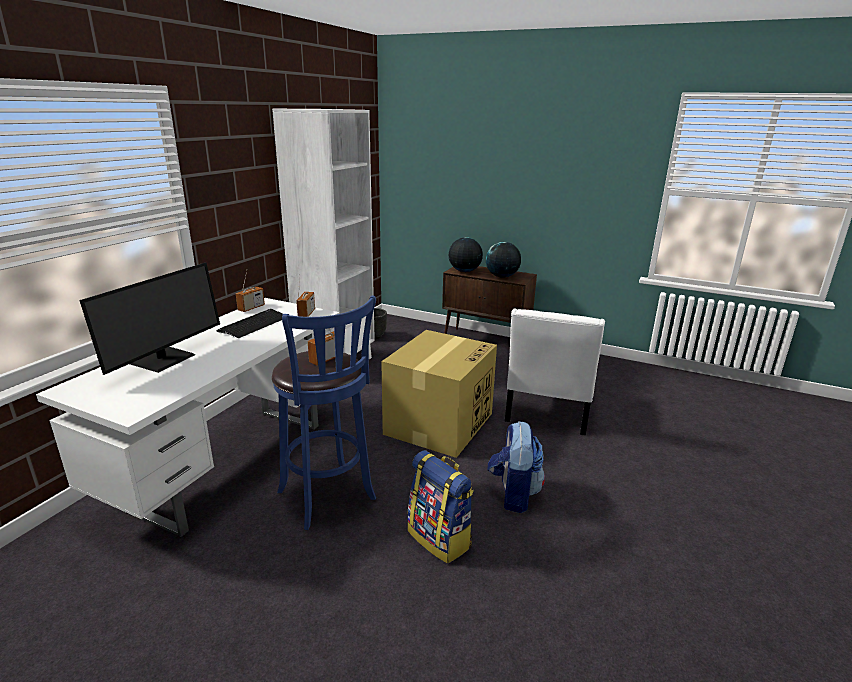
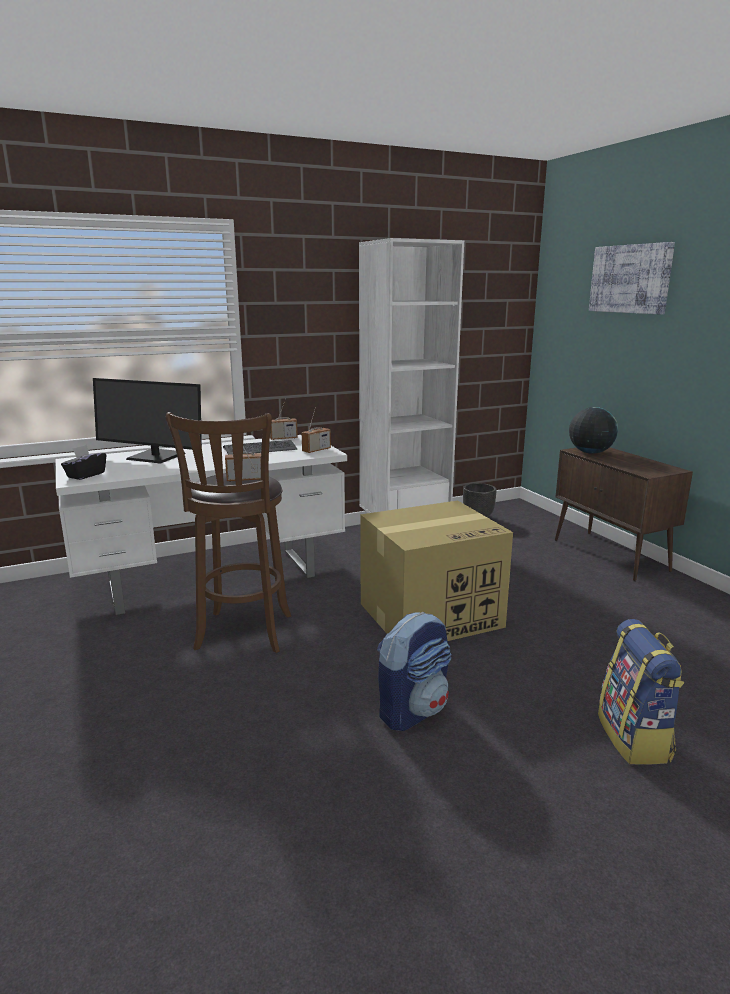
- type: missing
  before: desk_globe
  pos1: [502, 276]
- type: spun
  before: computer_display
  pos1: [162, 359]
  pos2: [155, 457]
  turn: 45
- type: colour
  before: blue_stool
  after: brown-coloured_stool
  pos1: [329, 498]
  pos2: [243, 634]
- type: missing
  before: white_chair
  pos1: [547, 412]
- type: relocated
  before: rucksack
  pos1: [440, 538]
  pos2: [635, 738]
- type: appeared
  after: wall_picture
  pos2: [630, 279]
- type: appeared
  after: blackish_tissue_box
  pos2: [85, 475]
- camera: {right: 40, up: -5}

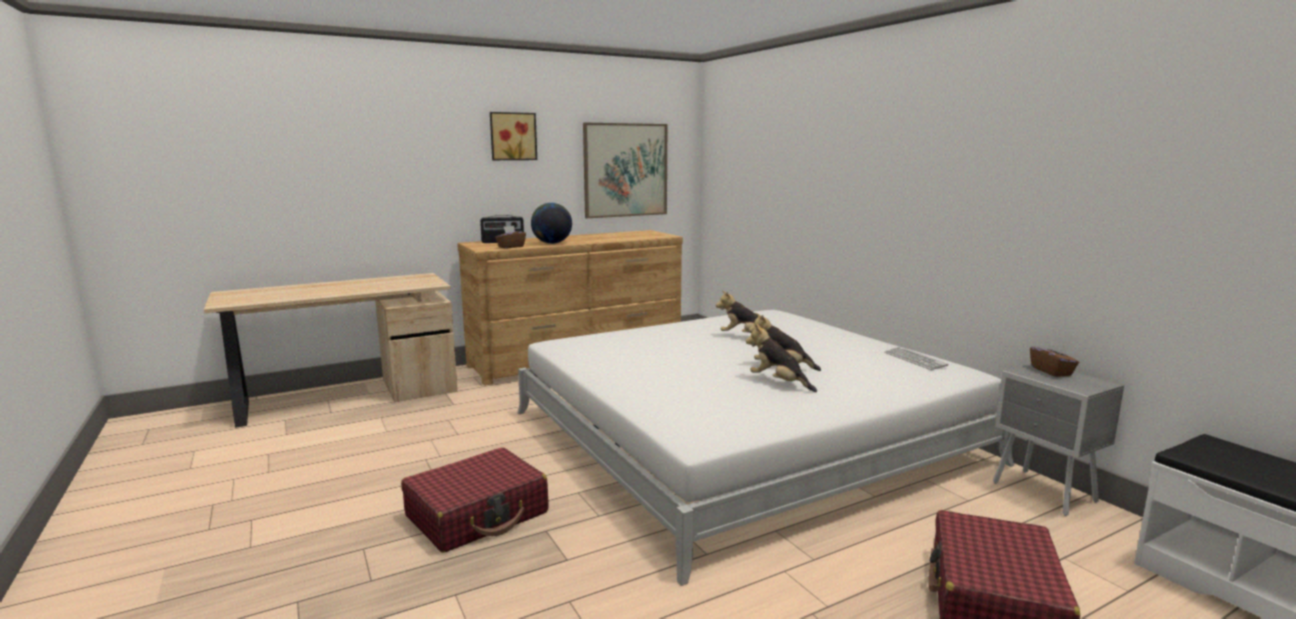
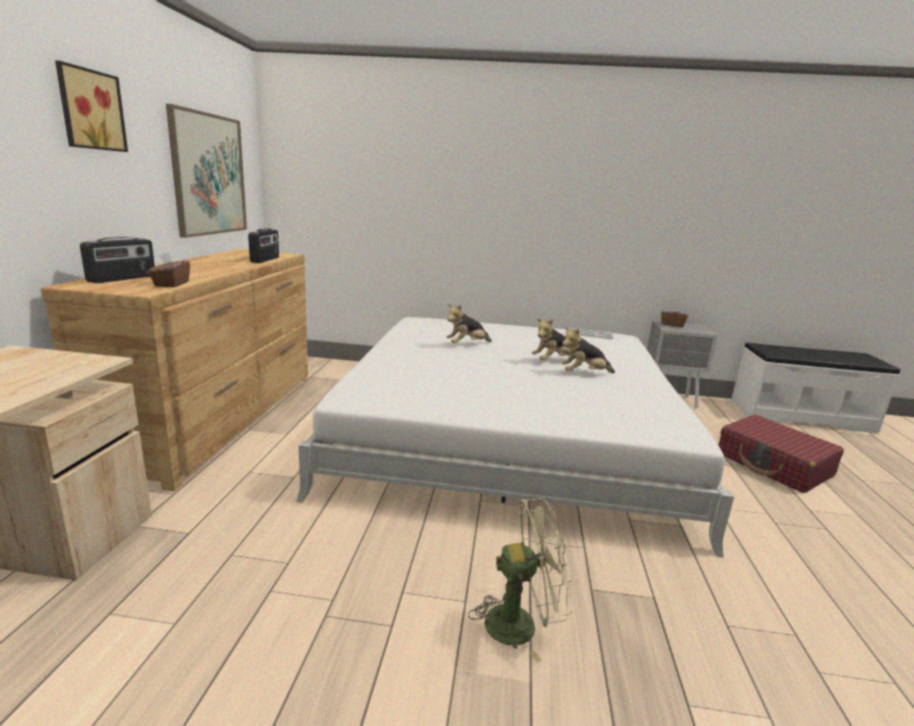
- type: missing
  before: desk_globe
  pos1: [552, 243]
- type: exchanged
  before: reddish_piece_of_luggage
  after: green-coloured_cooling_fan
  pos1: [478, 514]
  pos2: [521, 623]
- type: appeared
  after: radio_set
  pos2: [265, 260]
- camera: {right: -55, up: 5}

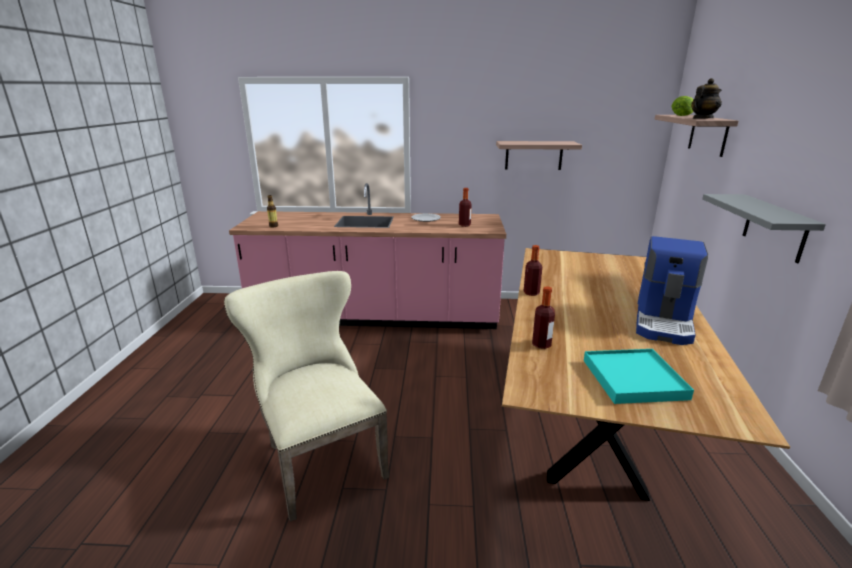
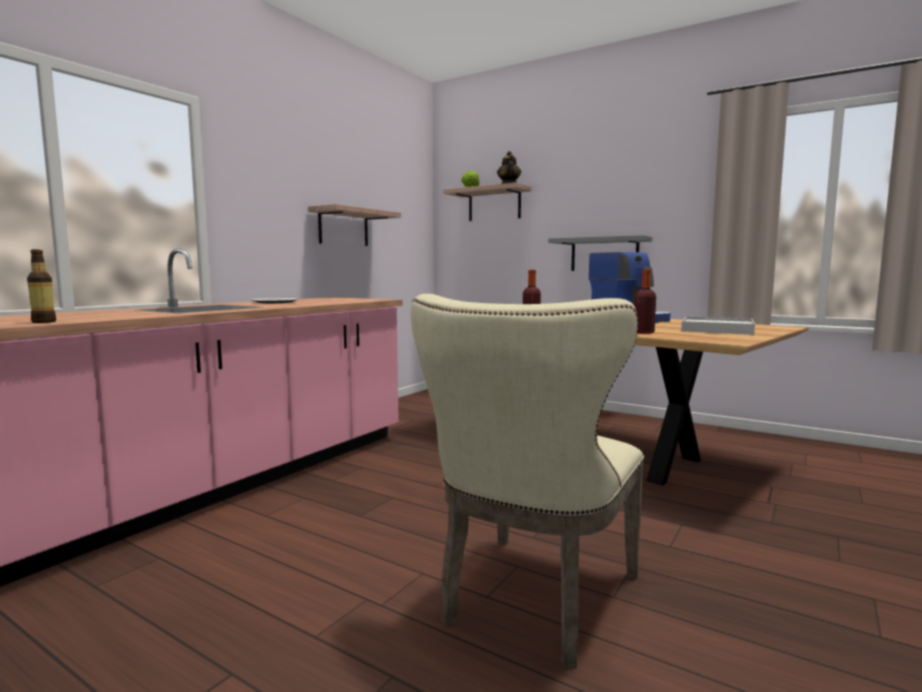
- type: missing
  before: beverage_bottle
  pos1: [464, 225]
- type: spun
  before: sand-coloured_chair
  pos1: [319, 457]
  pos2: [533, 602]
  turn: -60
- type: colour
  before: turquoise-coloured_tray
  after: white_tray
  pos1: [633, 379]
  pos2: [717, 329]
- camera: {right: -60, up: -15}

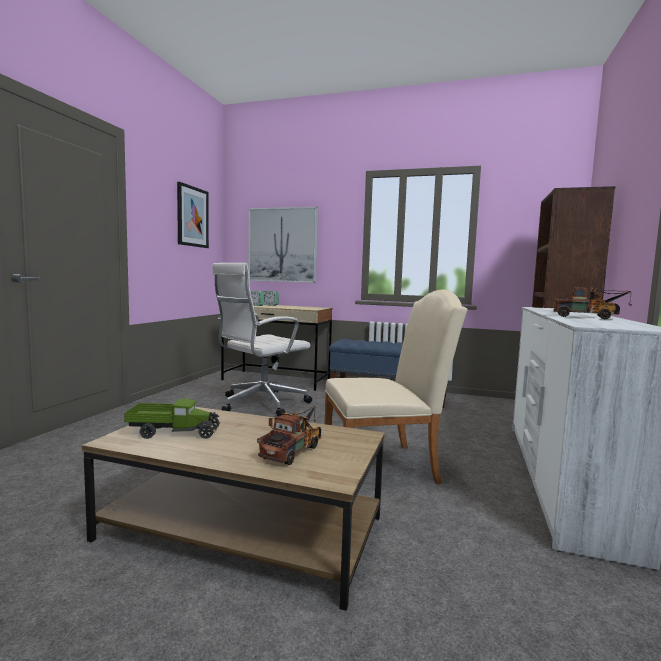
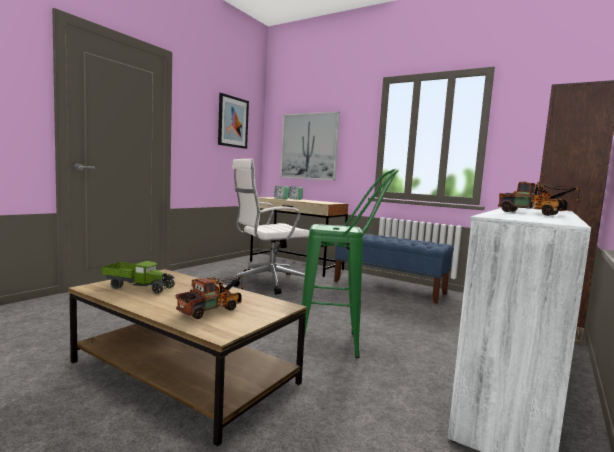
- type: exchanged
  before: sand-coloured_chair
  after: green-coloured_stool
  pos1: [386, 465]
  pos2: [340, 344]
- camera: {right: 15, up: 0}

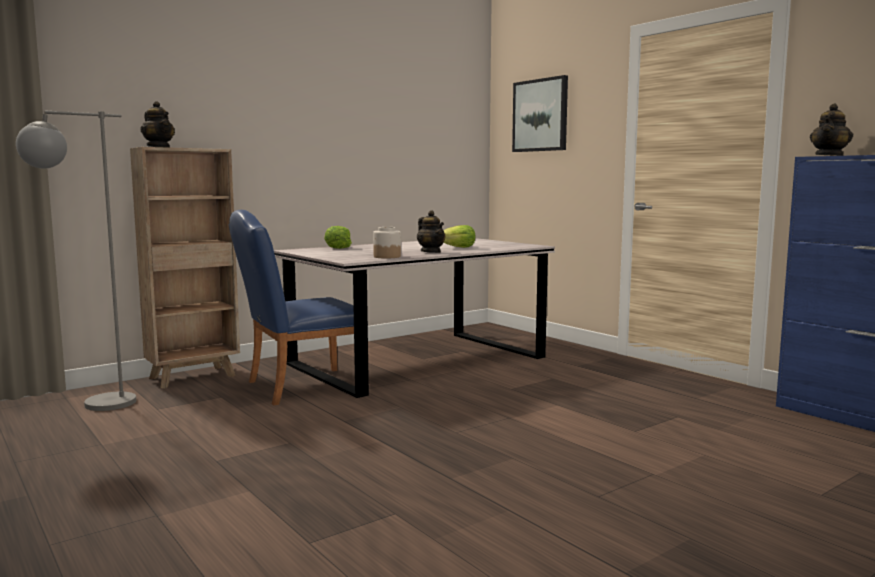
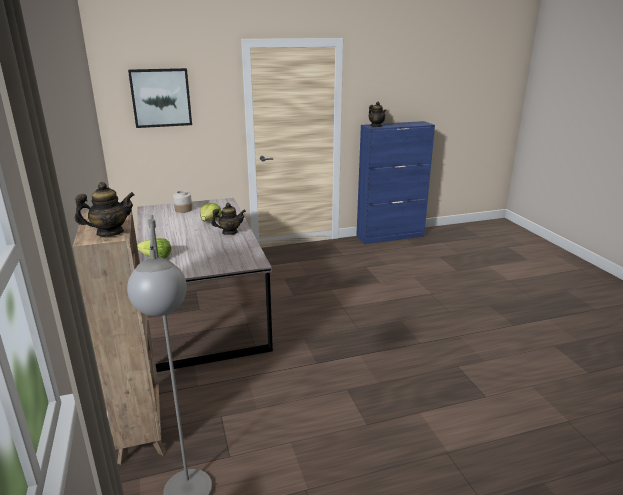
- type: missing
  before: blue_chair
  pos1: [298, 387]
- type: relocated
  before: storage_jar
  pos1: [387, 257]
  pos2: [183, 209]
- camera: {right: -70, up: 15}

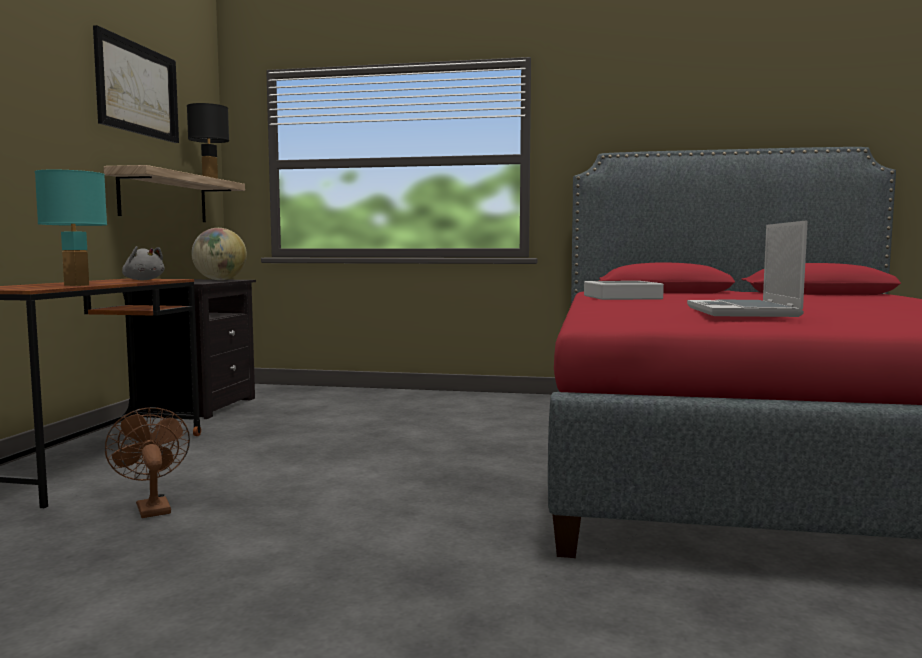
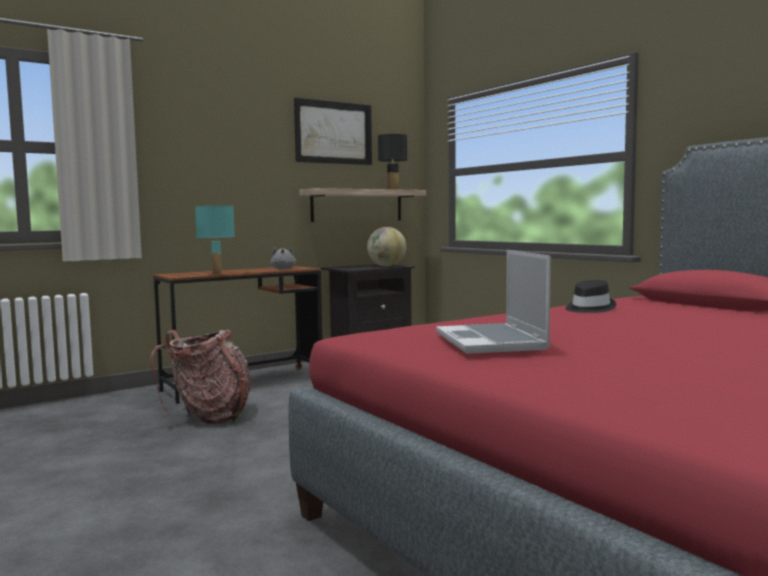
- type: spun
  before: portable_computer
  pos1: [743, 312]
  pos2: [492, 341]
  turn: -60
- type: exchanged
  before: greyish_tray
  after: blackish_wearable_hat
  pos1: [622, 297]
  pos2: [589, 309]
- type: exchanged
  before: brown-coloured_cooling_fan
  after: rucksack
  pos1: [151, 507]
  pos2: [210, 416]
- camera: {right: 45, up: 0}

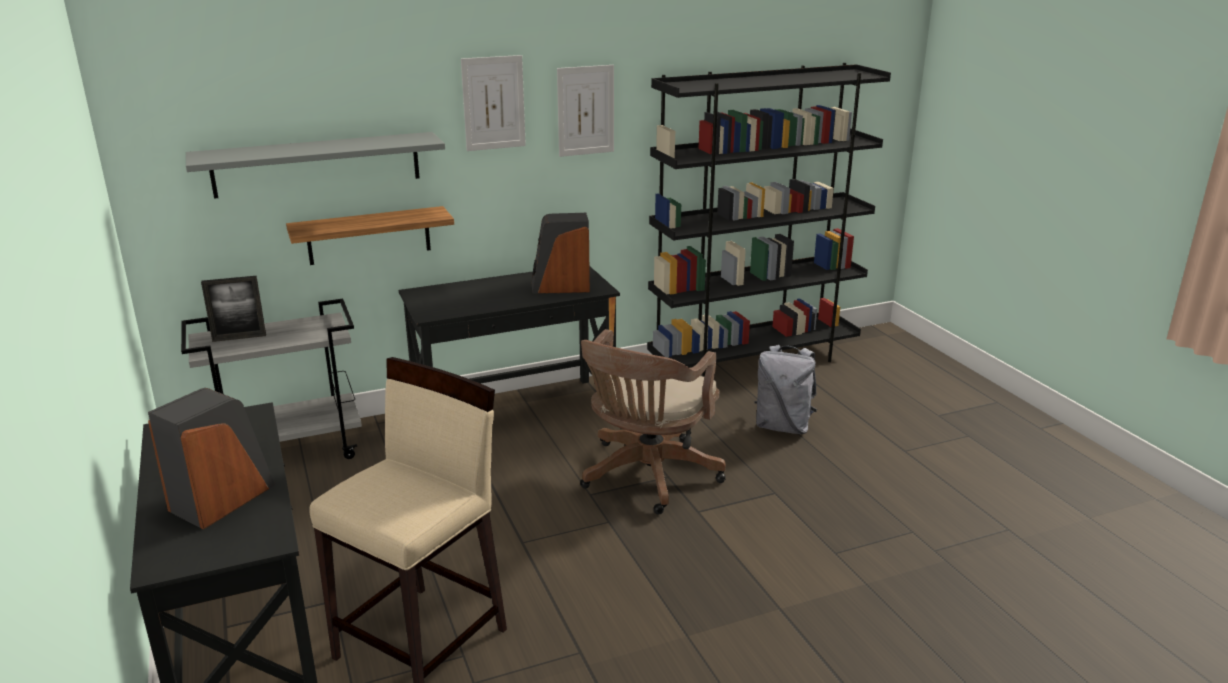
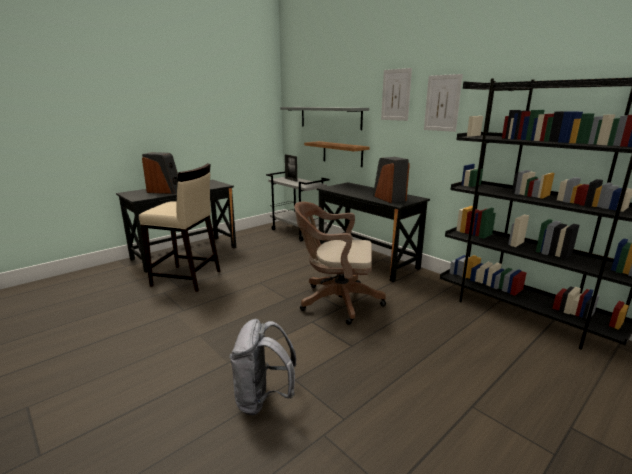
- type: relocated
  before: greyish_rucksack
  pos1: [783, 426]
  pos2: [263, 399]
- camera: {right: 70, up: -5}

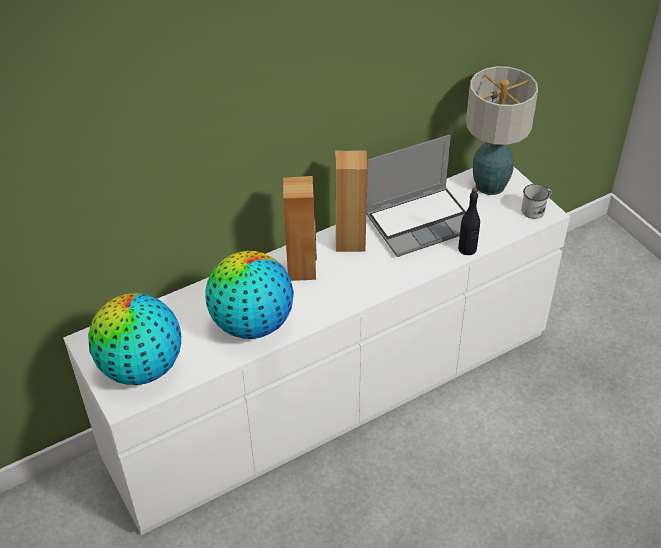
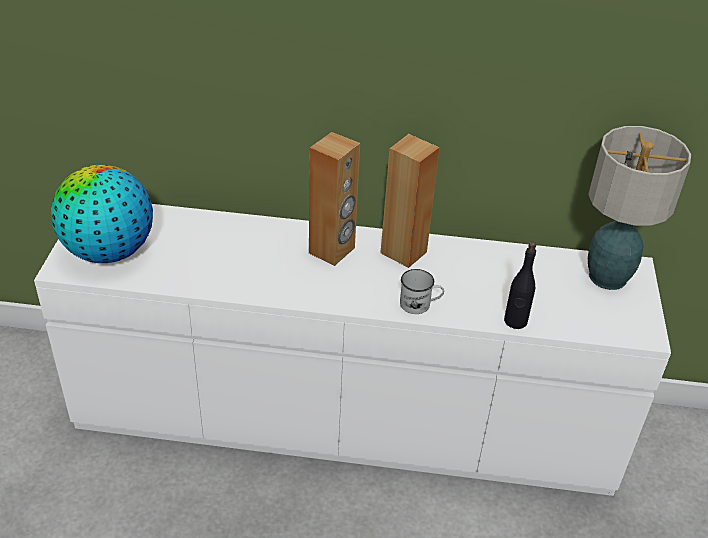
- type: missing
  before: portable_computer
  pos1: [421, 221]
- type: relocated
  before: white_mug
  pos1: [536, 209]
  pos2: [420, 304]
- type: missing
  before: desk_globe
  pos1: [252, 324]
- camera: {right: 35, up: -5}

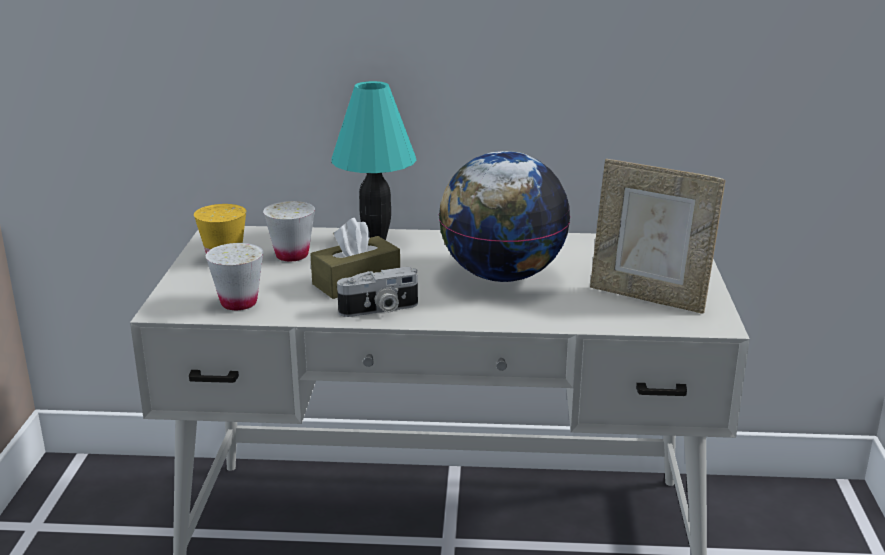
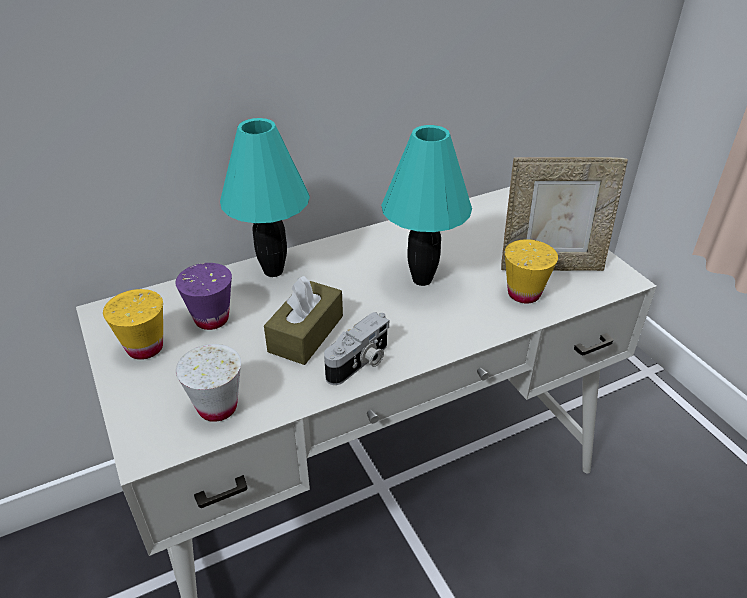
- type: exchanged
  before: desk_globe
  after: turquoise-coloured_lamp_for_a_table
  pos1: [501, 276]
  pos2: [421, 280]
- type: colour
  before: white_small_cup
  after: purple_small_cup
  pos1: [292, 255]
  pos2: [211, 319]
- type: appeared
  after: yellow-coloured_small_cup
  pos2: [523, 294]
- camera: {right: -30, up: 15}

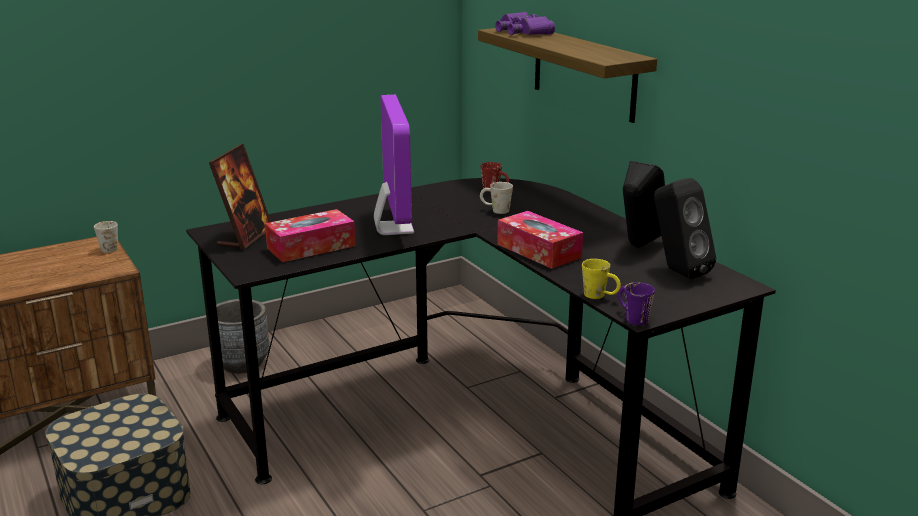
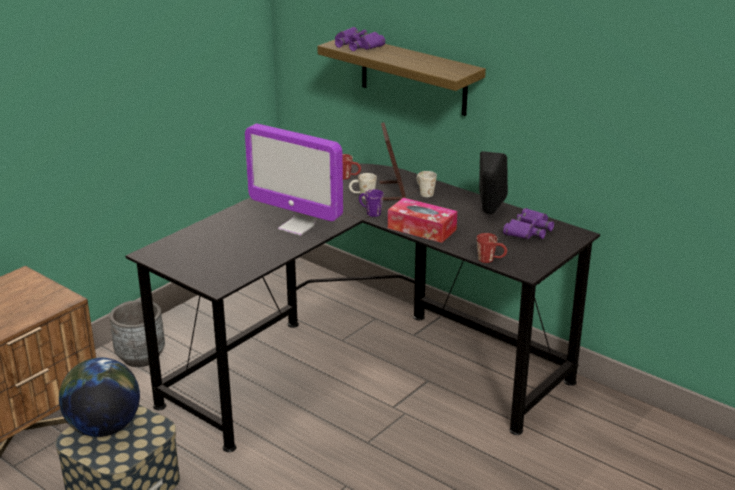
- type: spun
  before: computer_display
  pos1: [393, 228]
  pos2: [297, 226]
  turn: 150
- type: relocated
  before: standing_frame
  pos1: [245, 237]
  pos2: [392, 191]
- type: exchanged
  before: blackish_loudspeaker
  after: purple_field_glasses
  pos1: [677, 271]
  pos2: [528, 230]
- type: missing
  before: tissue_box
  pos1: [311, 247]
- type: relocated
  before: white_mug
  pos1: [110, 247]
  pos2: [424, 192]
- type: colour
  before: yellow-coloured_mug
  after: reddish_mug
  pos1: [600, 296]
  pos2: [491, 260]
- type: relocated
  before: purple_mug
  pos1: [631, 317]
  pos2: [370, 212]
- type: appeared
  after: desk_globe
  pos2: [104, 427]
- camera: {right: -20, up: 5}

